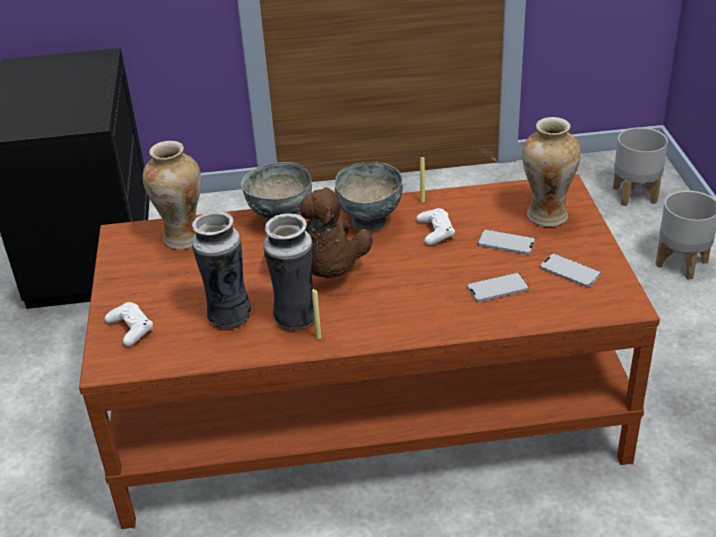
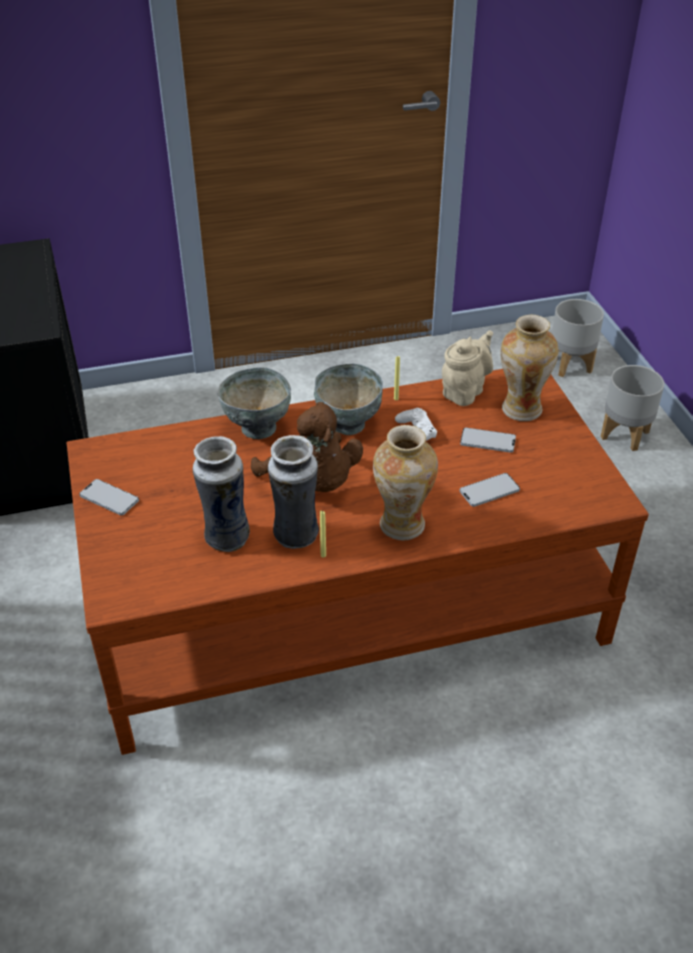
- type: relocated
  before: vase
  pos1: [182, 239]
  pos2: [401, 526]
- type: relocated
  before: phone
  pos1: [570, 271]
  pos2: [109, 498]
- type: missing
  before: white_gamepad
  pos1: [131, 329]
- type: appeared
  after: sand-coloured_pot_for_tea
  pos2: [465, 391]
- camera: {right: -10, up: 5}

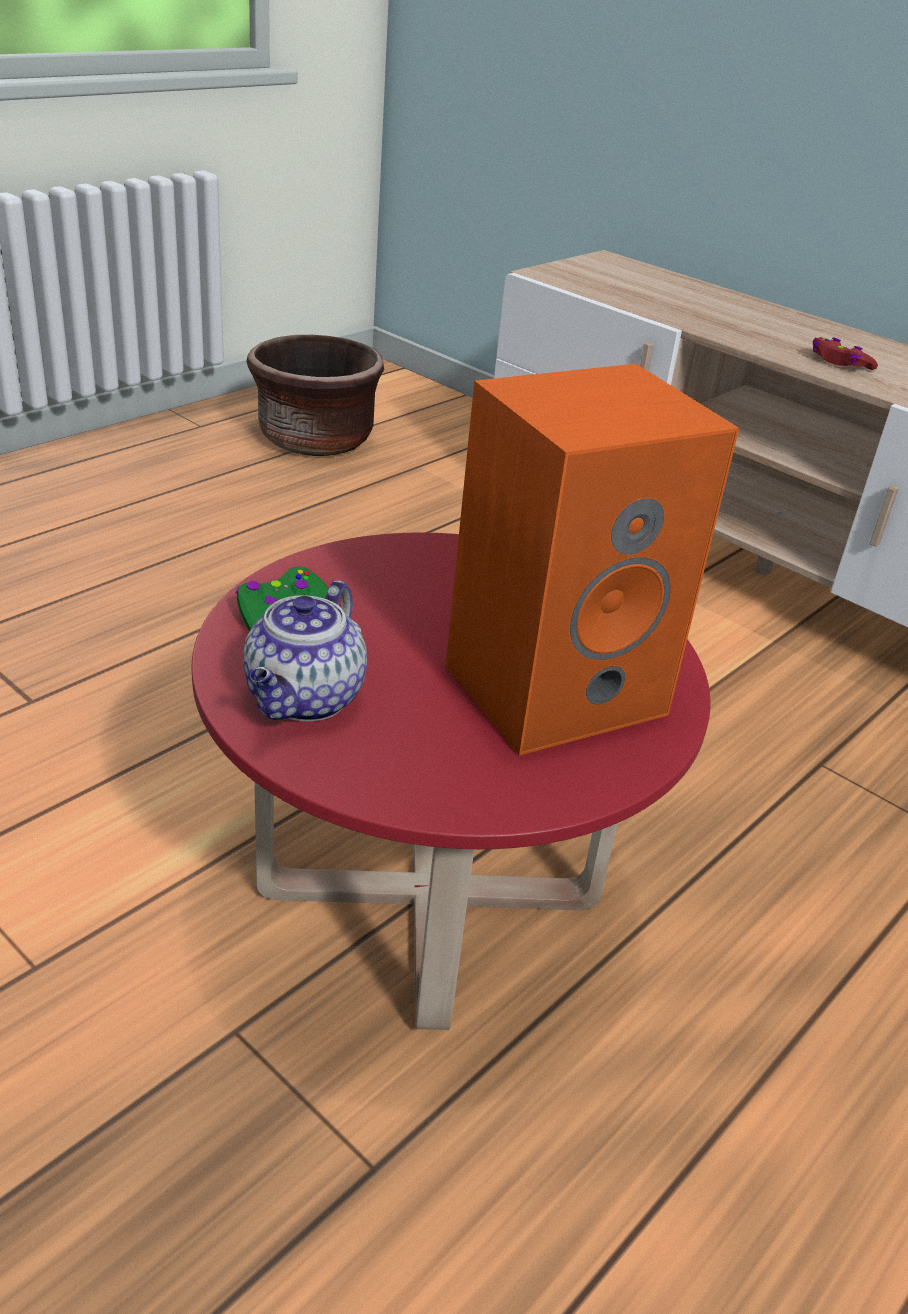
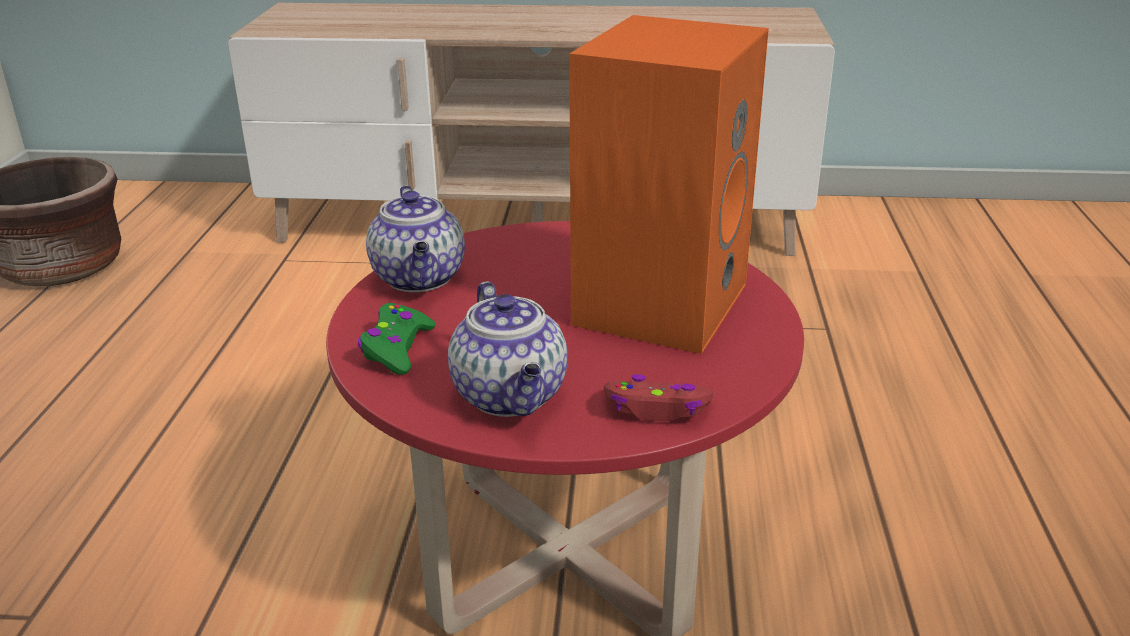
- type: relocated
  before: reddish_gamepad
  pos1: [839, 362]
  pos2: [657, 409]
- type: appeared
  after: pot_for_tea
  pos2: [420, 279]
- camera: {right: -35, up: -5}

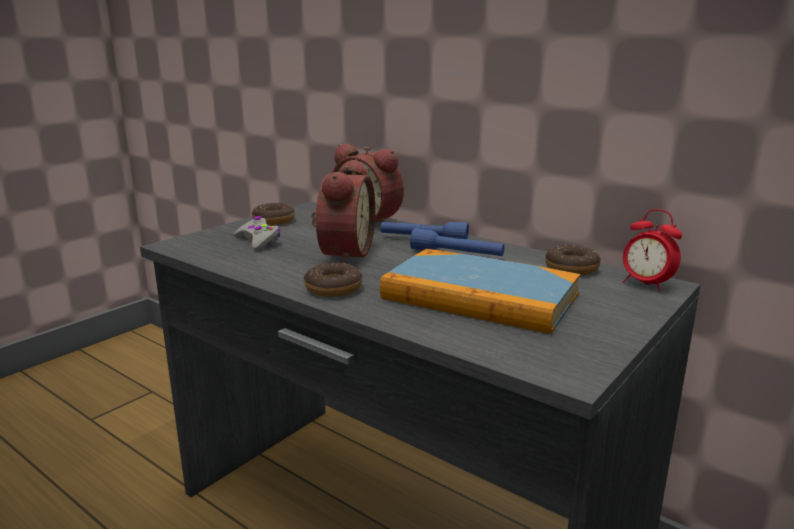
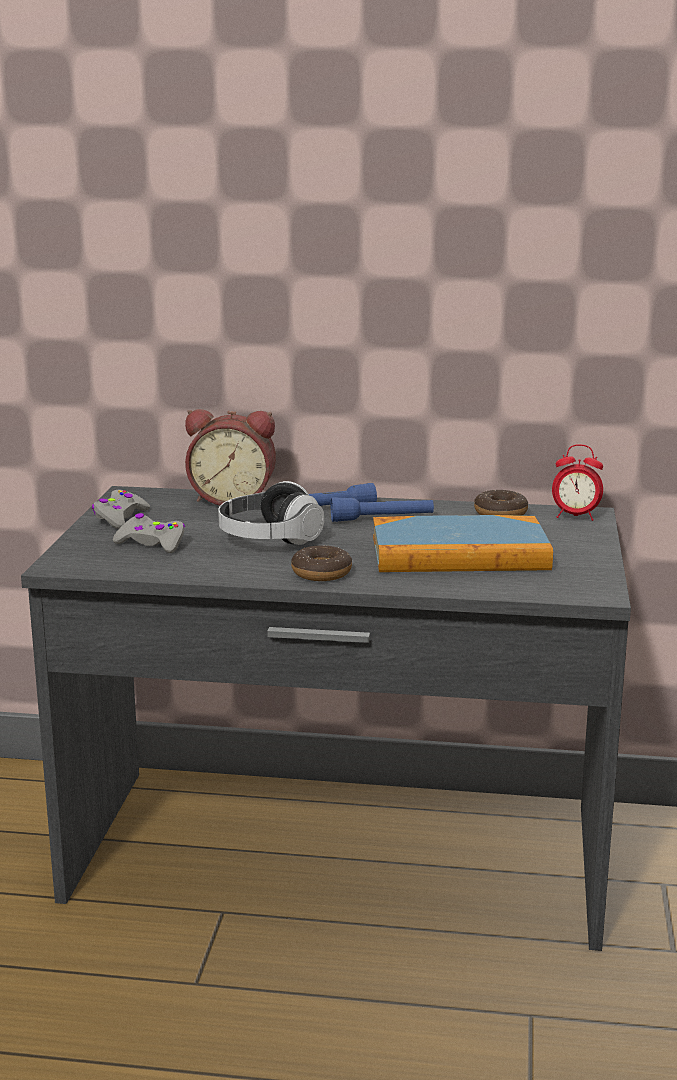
- type: exchanged
  before: alarm_clock
  after: headphones
  pos1: [342, 254]
  pos2: [270, 539]
- type: exchanged
  before: donut
  after: greyish_gamepad
  pos1: [274, 220]
  pos2: [120, 517]
- camera: {right: -30, up: 0}

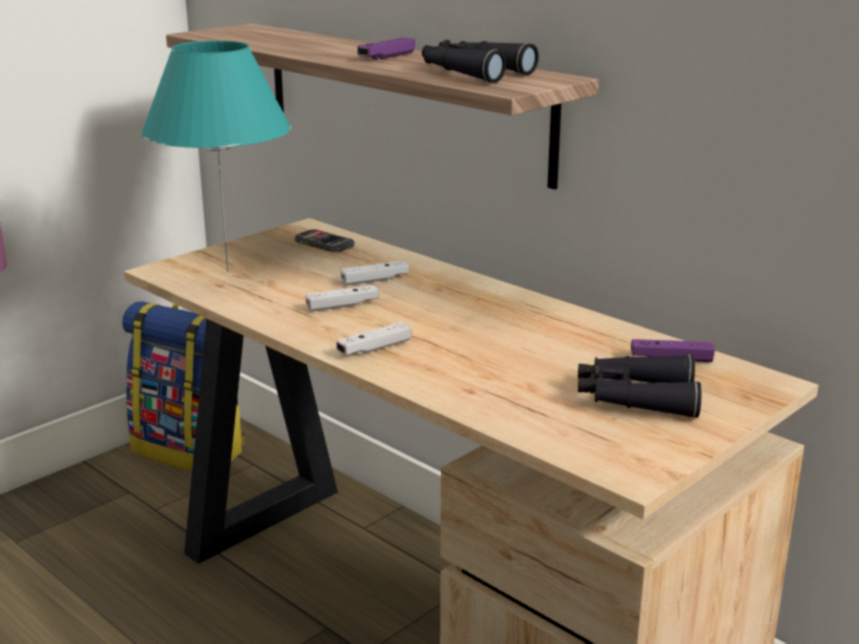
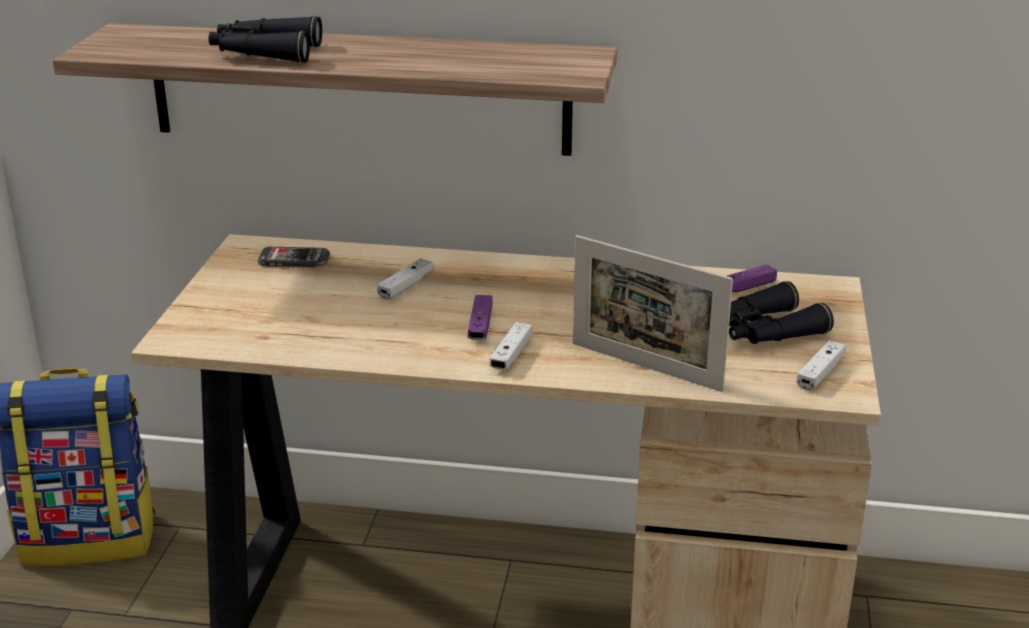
- type: relocated
  before: purple_gamepad
  pos1: [386, 57]
  pos2: [480, 326]
- type: relocated
  before: blackish_field_glasses
  pos1: [472, 73]
  pos2: [265, 52]
- type: missing
  before: turquoise-coloured_lamp_for_a_table
  pos1: [227, 271]
- type: relocated
  before: white_gamepad
  pos1: [342, 306]
  pos2: [820, 373]
- type: appeared
  after: standing_frame
  pos2: [645, 366]
- camera: {right: -35, up: 5}

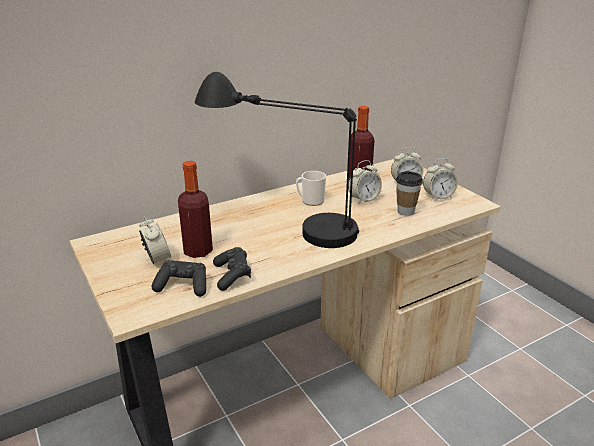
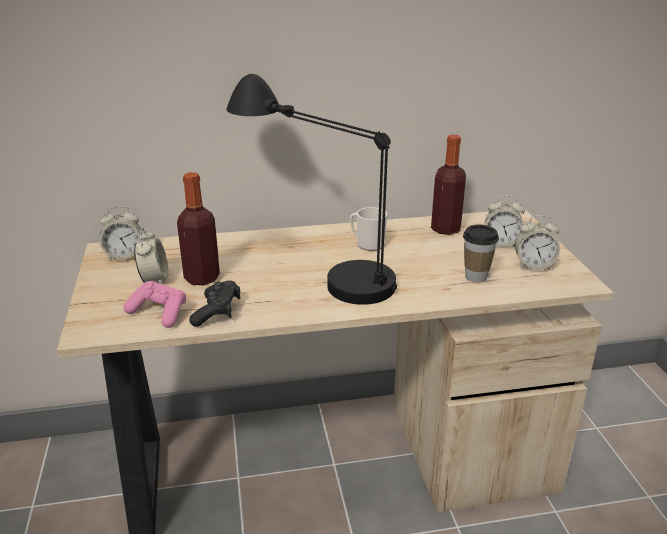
- type: relocated
  before: alarm_clock
  pos1: [363, 199]
  pos2: [124, 255]
- type: colour
  before: blackish_gamepad
  after: pink_gamepad
  pos1: [183, 286]
  pos2: [159, 313]
- camera: {right: 20, up: 0}

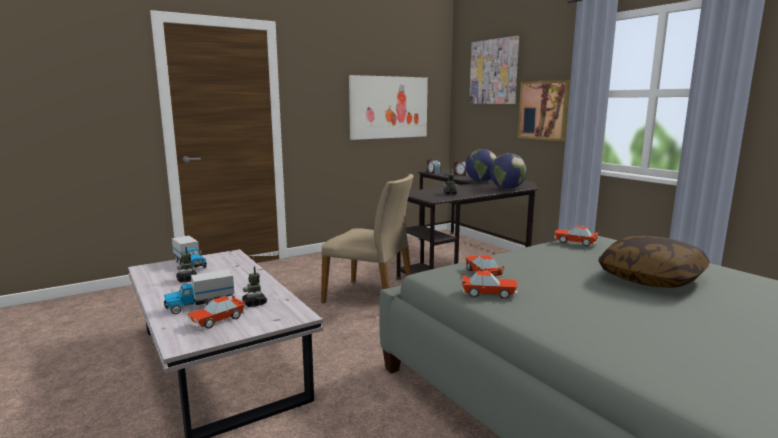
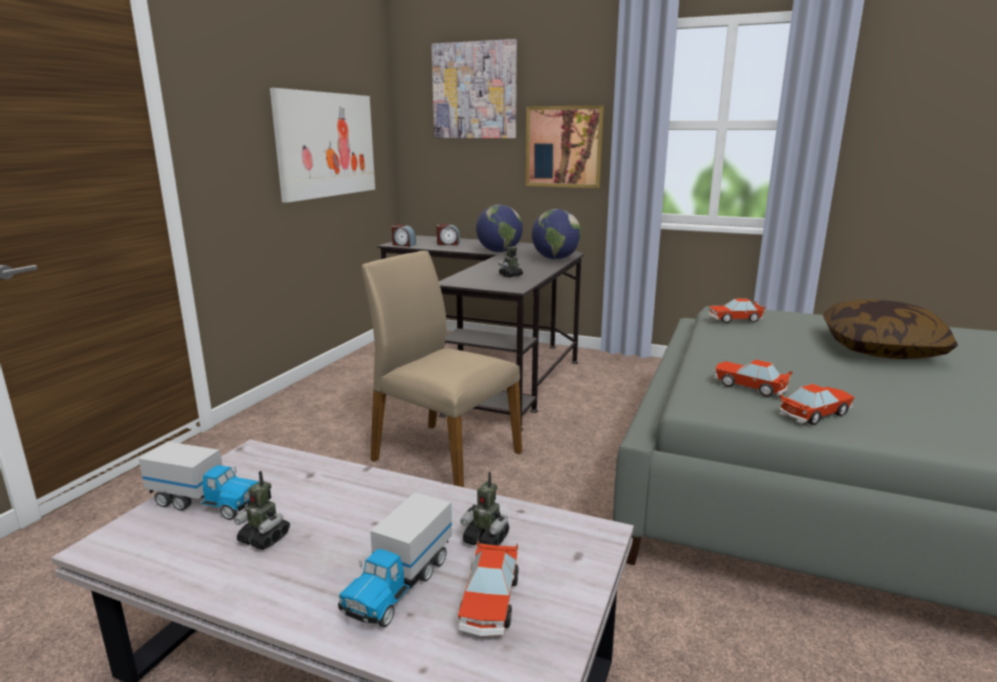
- type: spun
  before: sand-coloured_chair
  pos1: [370, 297]
  pos2: [444, 456]
  turn: -135
- camera: {right: -35, up: 5}

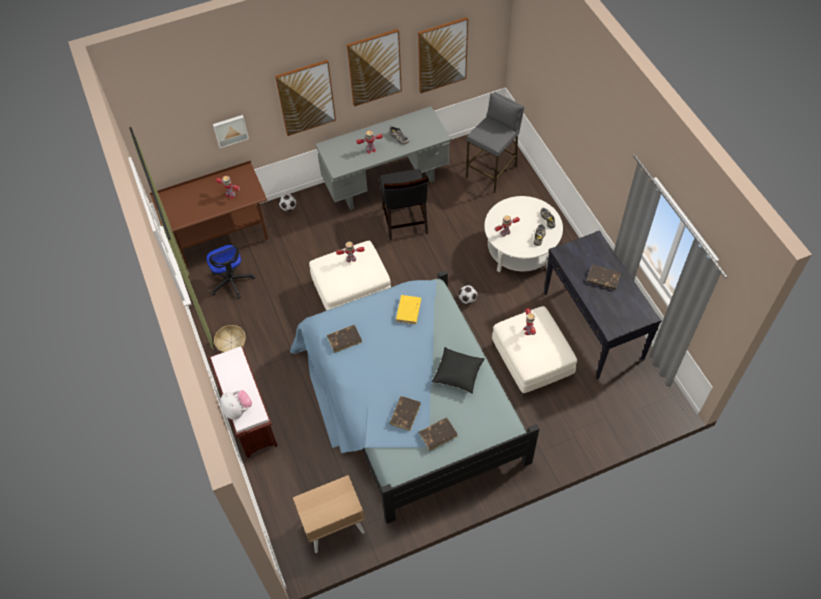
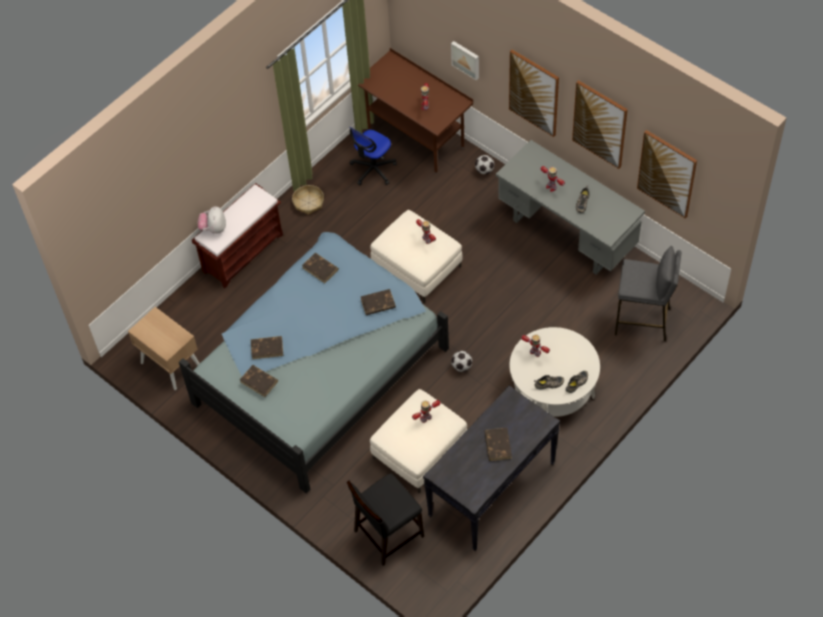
- type: relocated
  before: blackish_chair
  pos1: [404, 221]
  pos2: [388, 533]
- type: colour
  before: yellow-coloured_volume
  after: brown-coloured_volume
  pos1: [408, 311]
  pos2: [377, 304]
- type: missing
  before: blackish_pillow
  pos1: [458, 374]
- type: spun
  before: cuddly_toy
  pos1: [238, 410]
  pos2: [213, 228]
  turn: 150
- camera: {right: 65, up: 0}

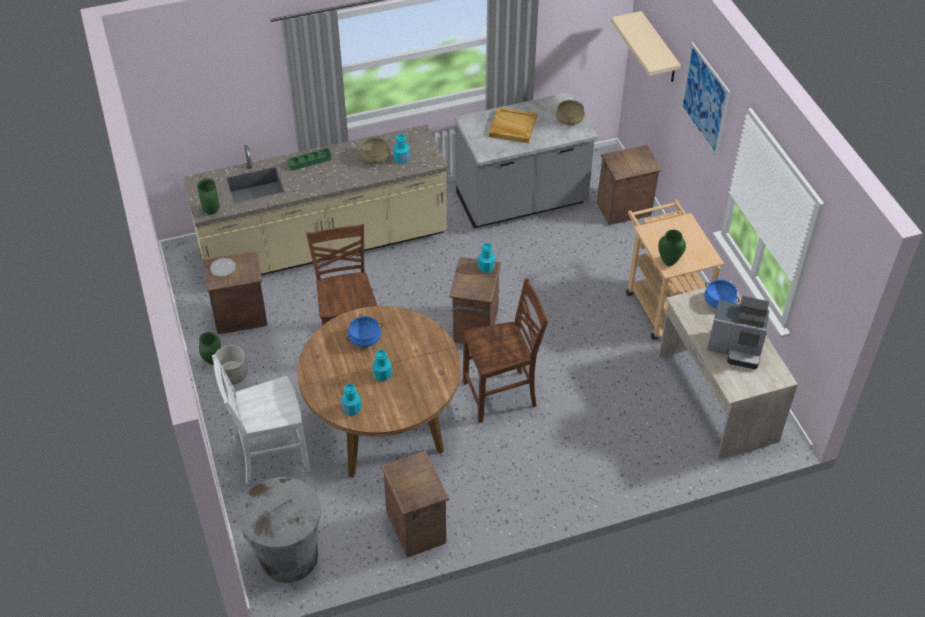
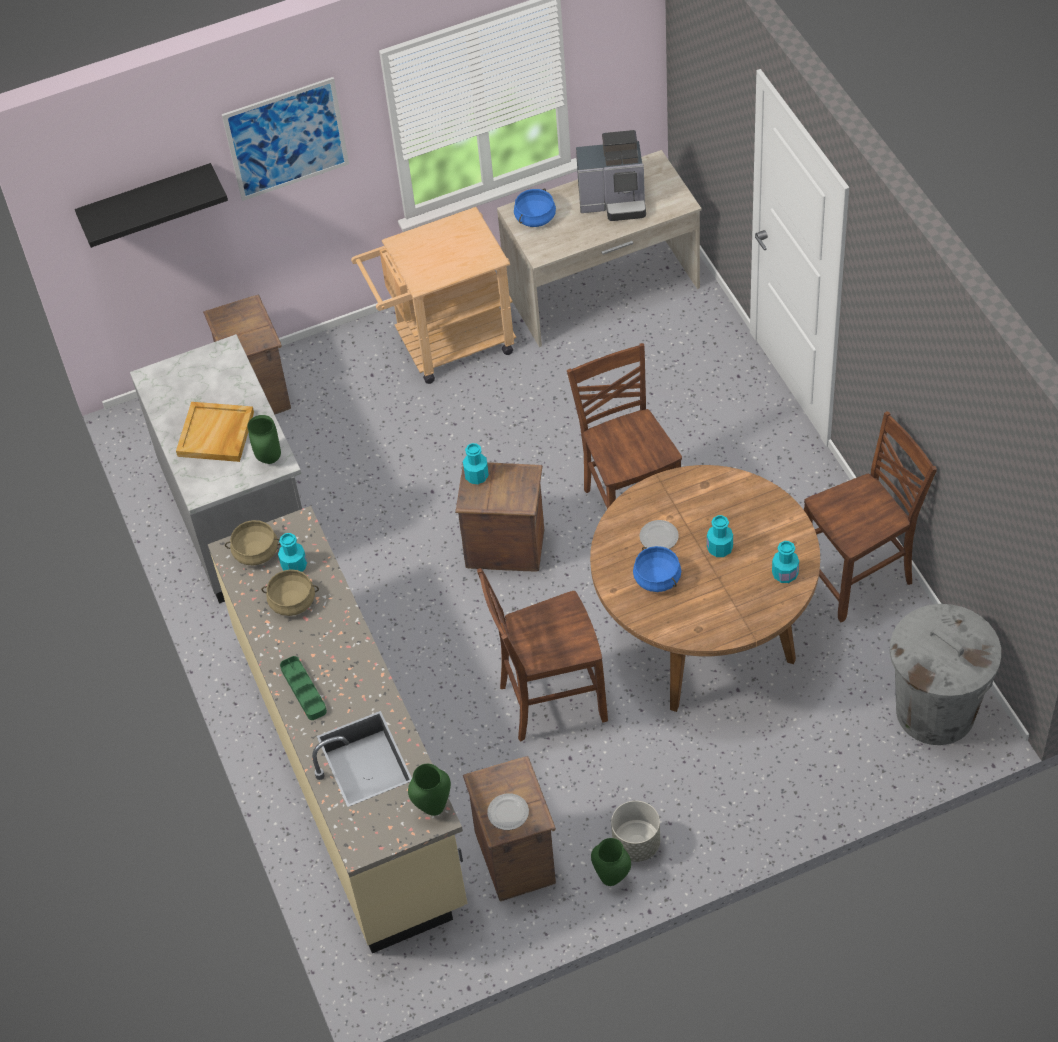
- type: colour
  before: sand-coloured_bracket_shelf
  after: blackish_bracket_shelf
  pos1: [659, 48]
  pos2: [147, 200]
- type: relocated
  before: sand-coloured_cooking_pot
  pos1: [569, 119]
  pos2: [256, 552]
- type: relocated
  before: green-coloured_vase
  pos1: [668, 263]
  pos2: [270, 459]
- type: spun
  before: coffee_brewer
  pos1: [736, 349]
  pos2: [614, 202]
  turn: 75
- type: missing
  before: white_chair
  pos1: [271, 457]
- type: exchanged
  before: packing_crate
  after: brown-coloured_chair
  pos1: [416, 527]
  pos2: [859, 577]
- type: appeared
  after: dinner_plate
  pos2: [659, 537]
- camera: {right: -90, up: 5}

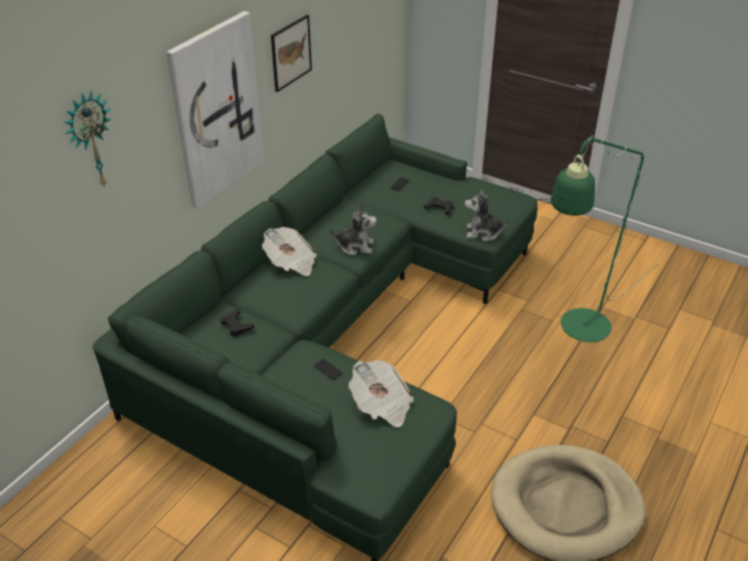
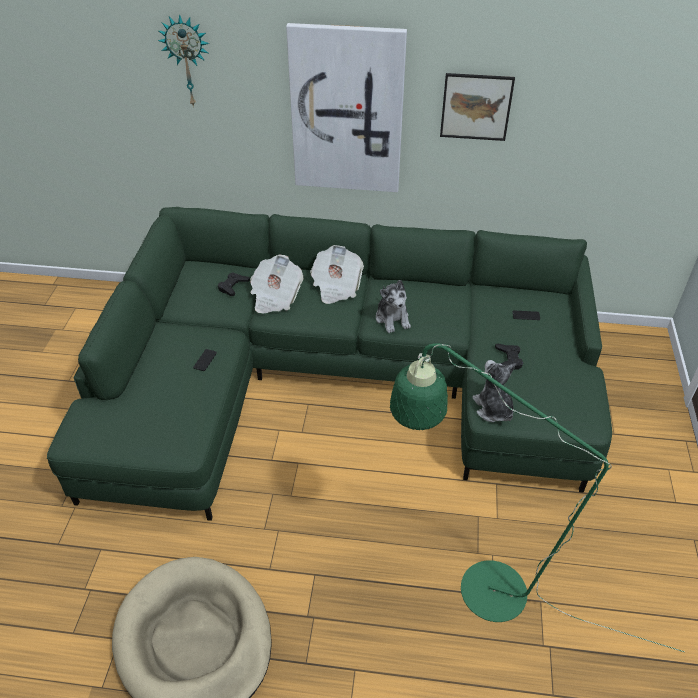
- type: relocated
  before: newspaper
  pos1: [381, 405]
  pos2: [275, 297]
- camera: {right: 65, up: 5}

